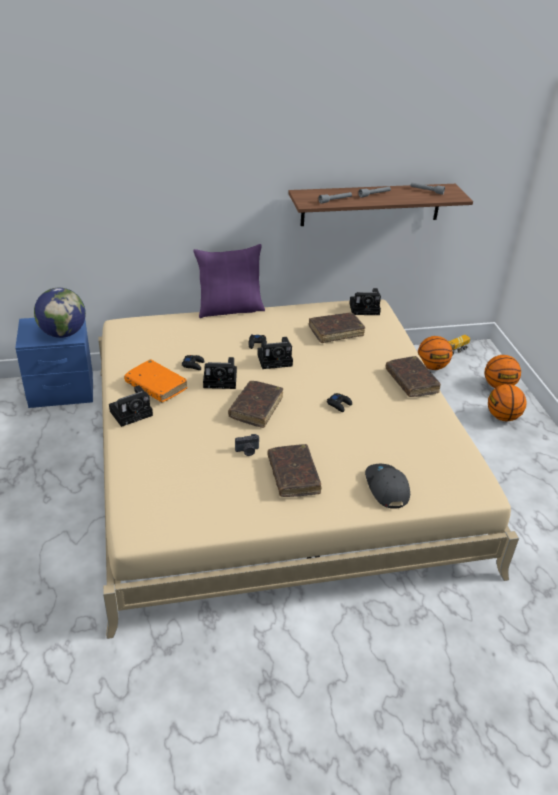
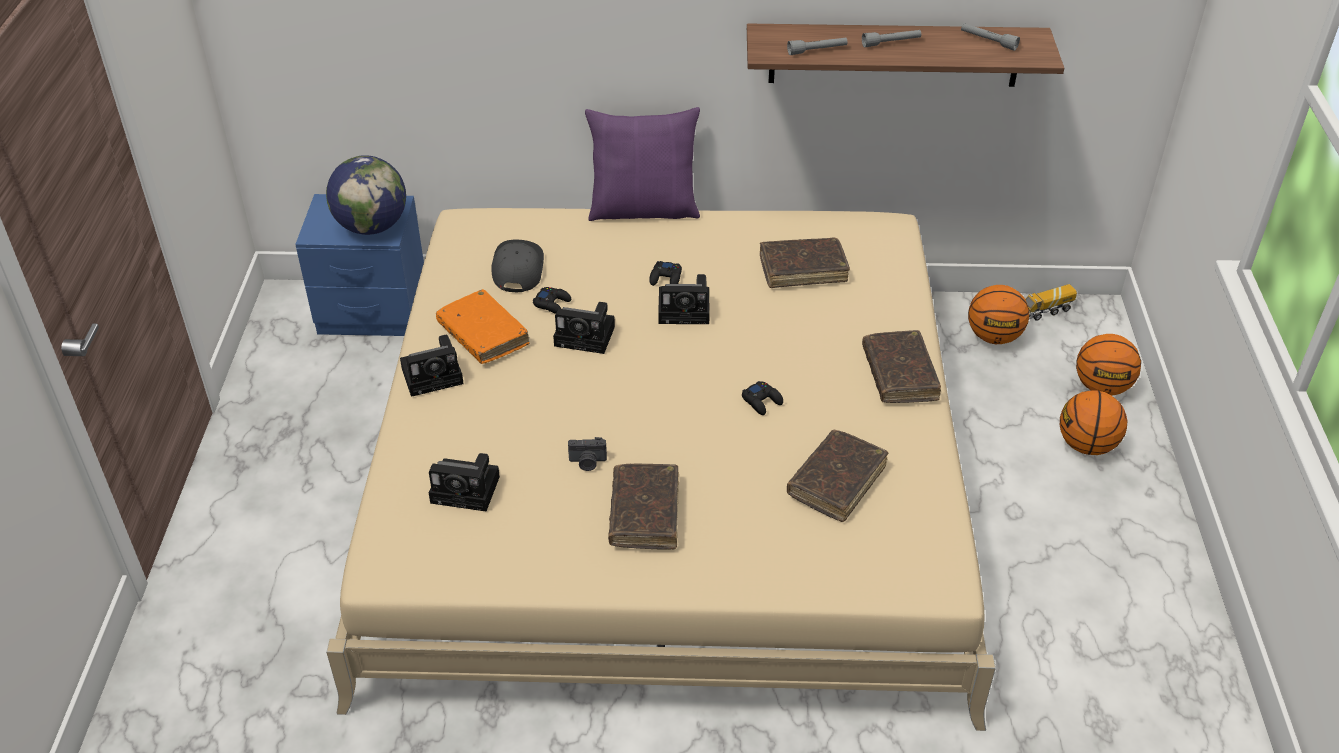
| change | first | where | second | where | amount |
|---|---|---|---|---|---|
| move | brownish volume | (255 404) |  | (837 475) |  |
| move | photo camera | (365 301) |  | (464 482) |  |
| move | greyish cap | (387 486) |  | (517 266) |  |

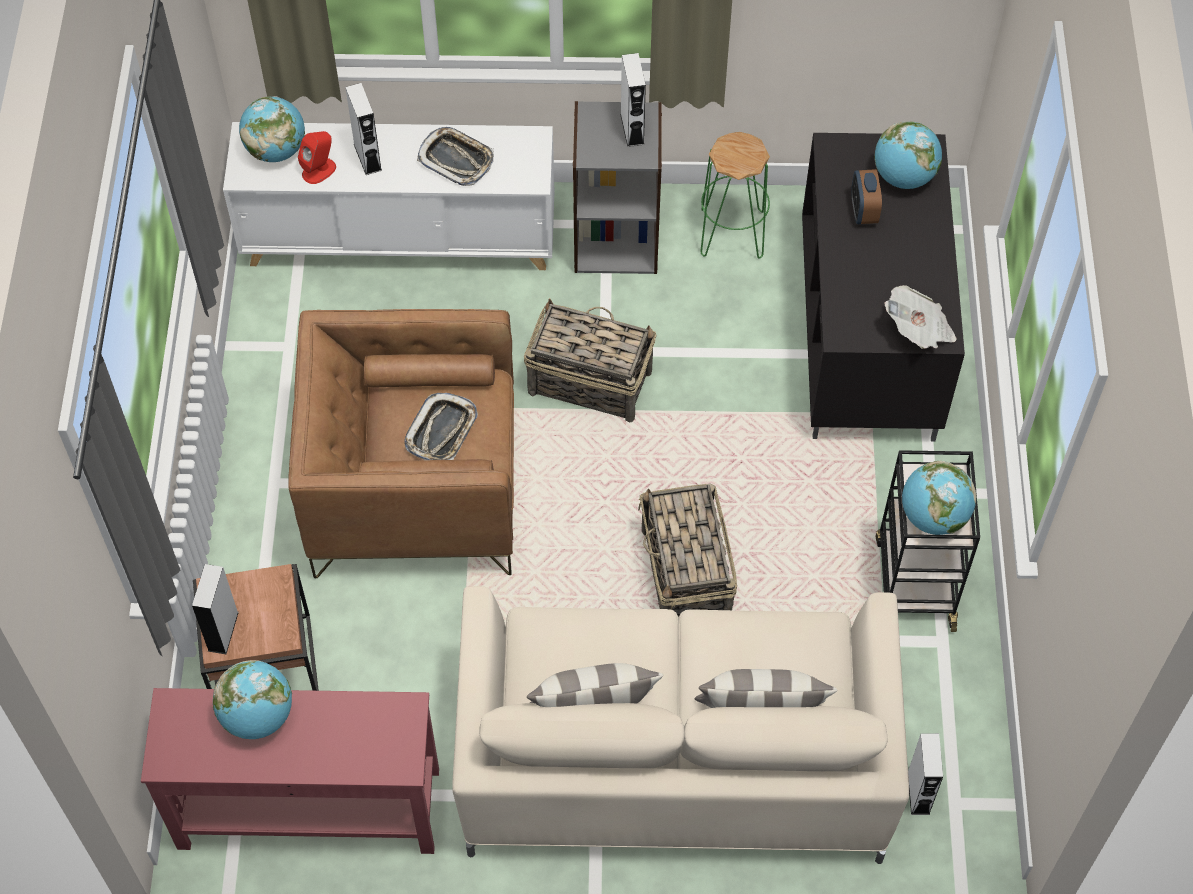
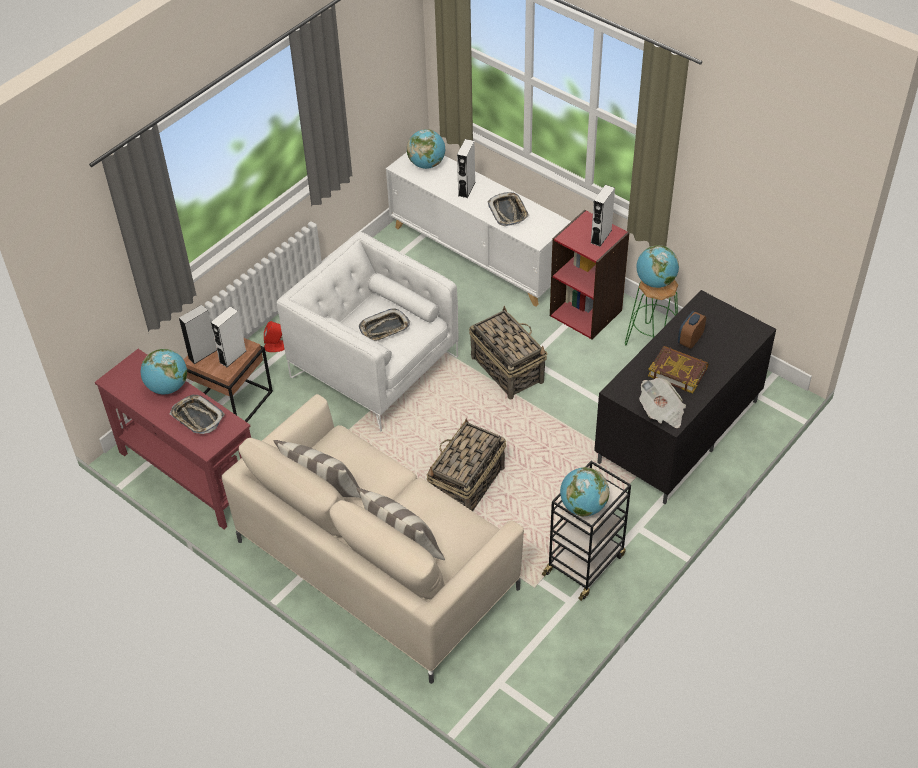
| change | first | where | second | where | amount |
|---|---|---|---|---|---|
| recolor | brownish easy chair | (401 443) | white easy chair | (367 331) |  |
| move | red-coloured loudspeaker | (317 157) |  | (274 336) |  |
| recolor | greyish bookcase | (617 187) | red-coloured bookcase | (589 274) |  |
| move | desk globe | (908 155) |  | (657 266) |  |
| move | white loudspeaker | (925 774) |  | (228 336) |  |
| insert |  |  | carrying tray | (197 414) |  |
| insert |  |  | volume | (678 369) |  |

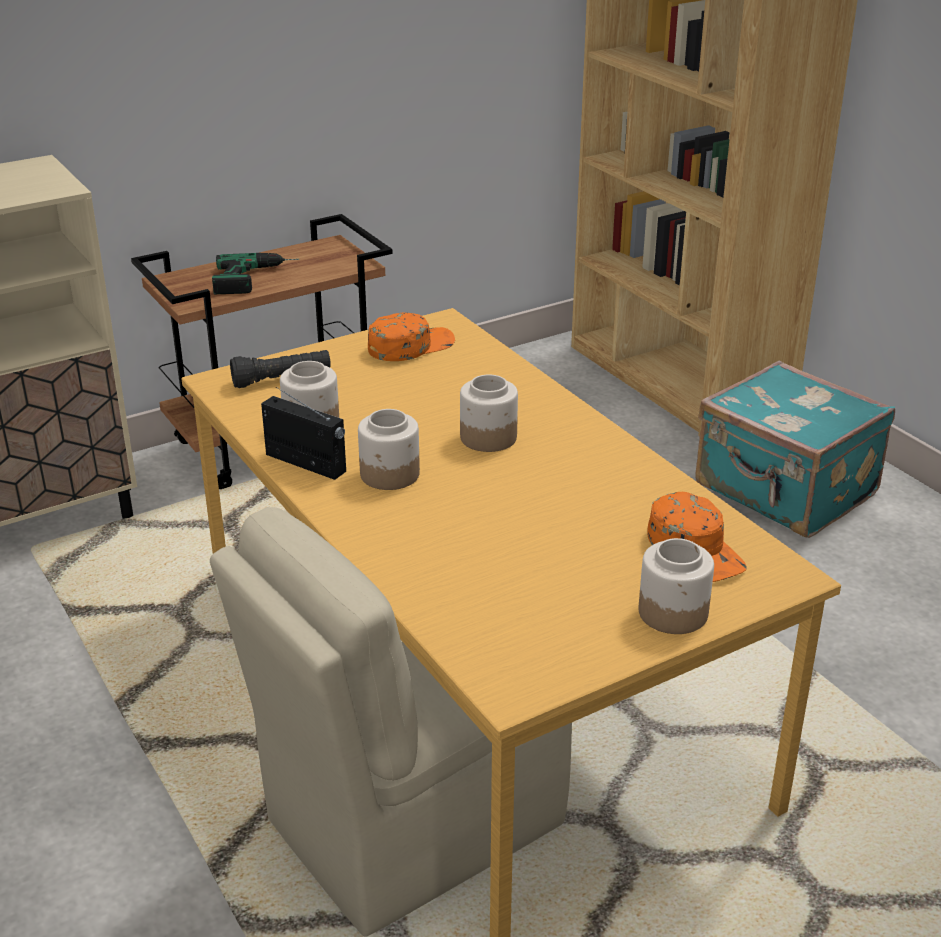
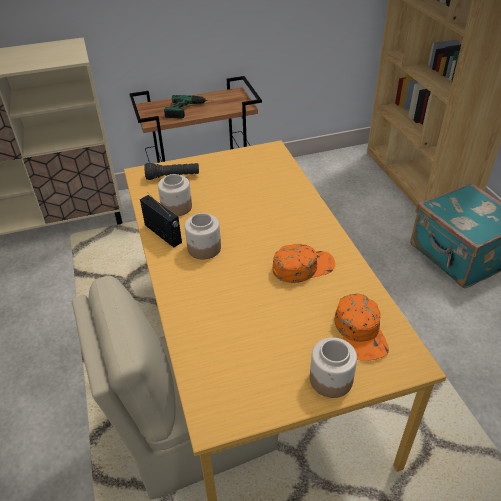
| change | first | where | second | where | amount |
|---|---|---|---|---|---|
| move | orangey cap | (411 336) |  | (303 263) |  |
| delete | jar | (489 413) |  |  |  |

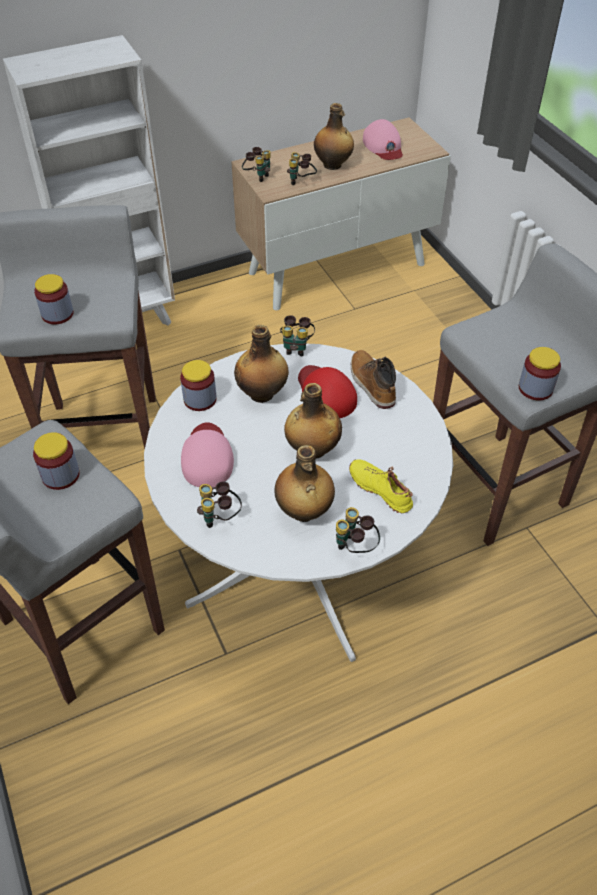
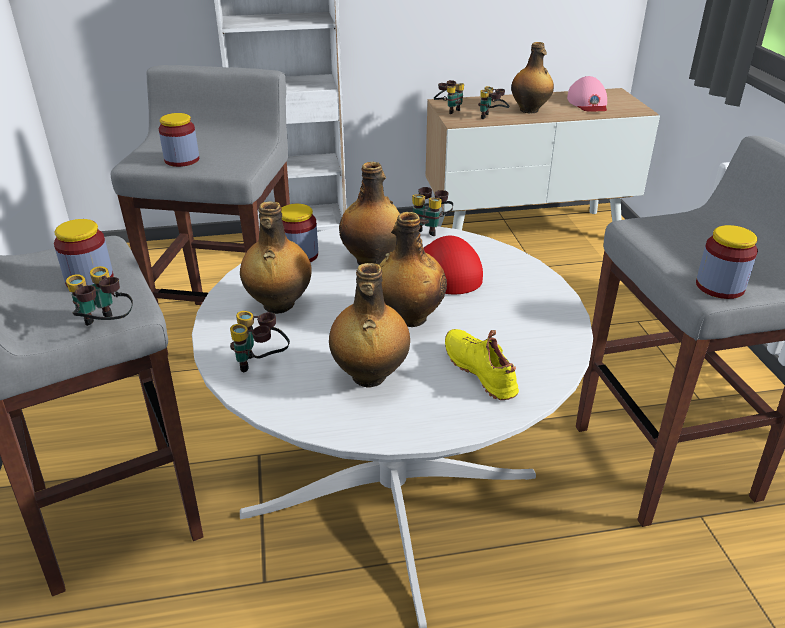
| change | first | where | second | where | amount |
|---|---|---|---|---|---|
| replace | pinkish cap | (207 454) | bottle | (276 257) |  |
| move | pair of binoculars | (358 530) |  | (99 296) |  |
| delete | high-top boot | (373 379) |  |  |  |

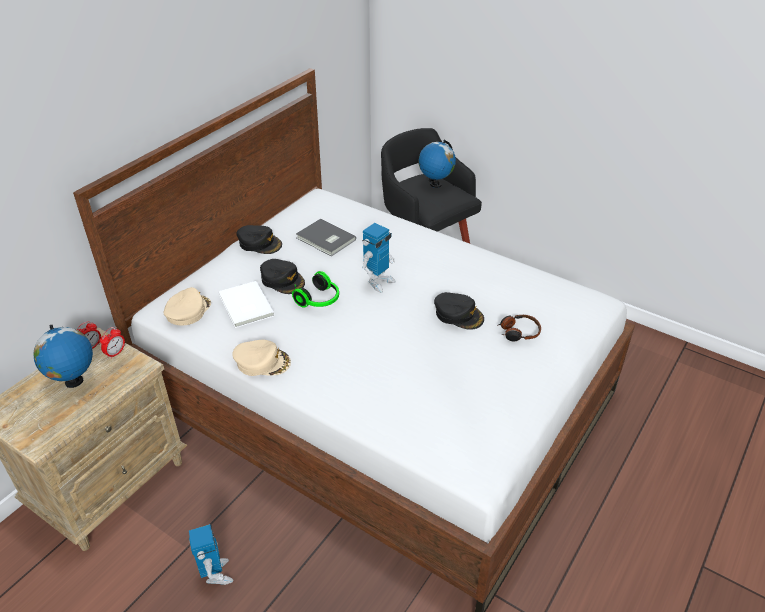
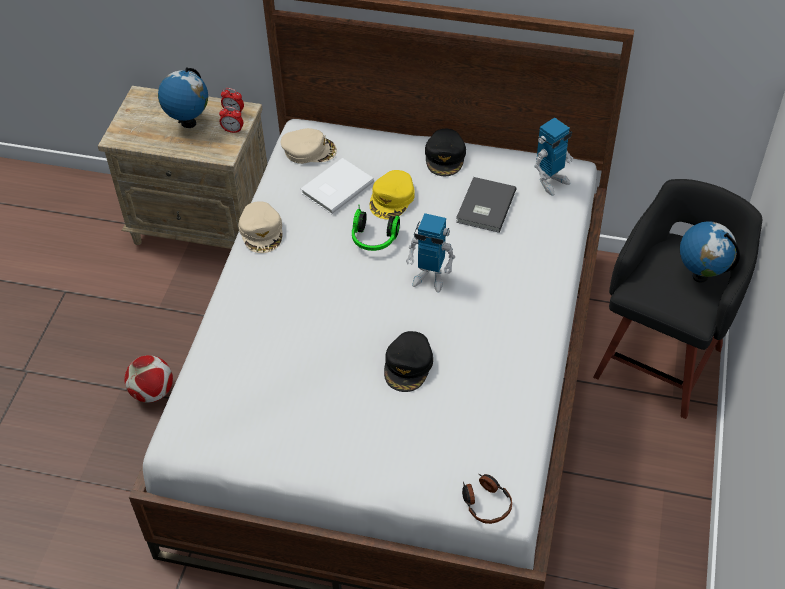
| change | first | where | second | where | amount |
|---|---|---|---|---|---|
| move | toy robot | (211 554) |  | (553 156) |  |
| recolor | black-coloured cap | (282 276) | yellow-coloured cap | (392 194) |  |
| move | pair of headphones | (519 328) |  | (487 499) |  |
| insert |  |  | football | (149 379) |  |

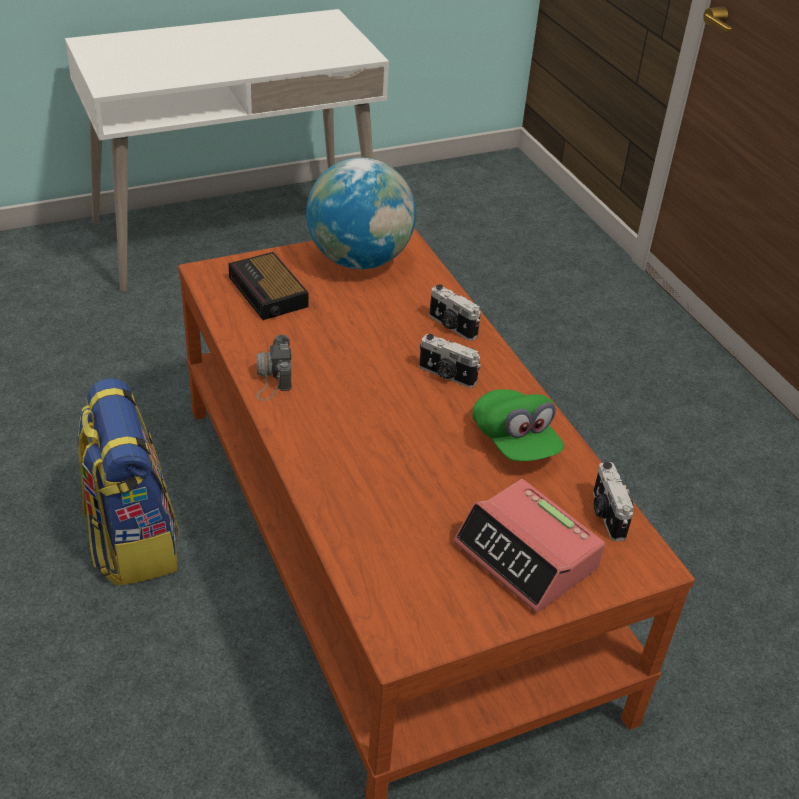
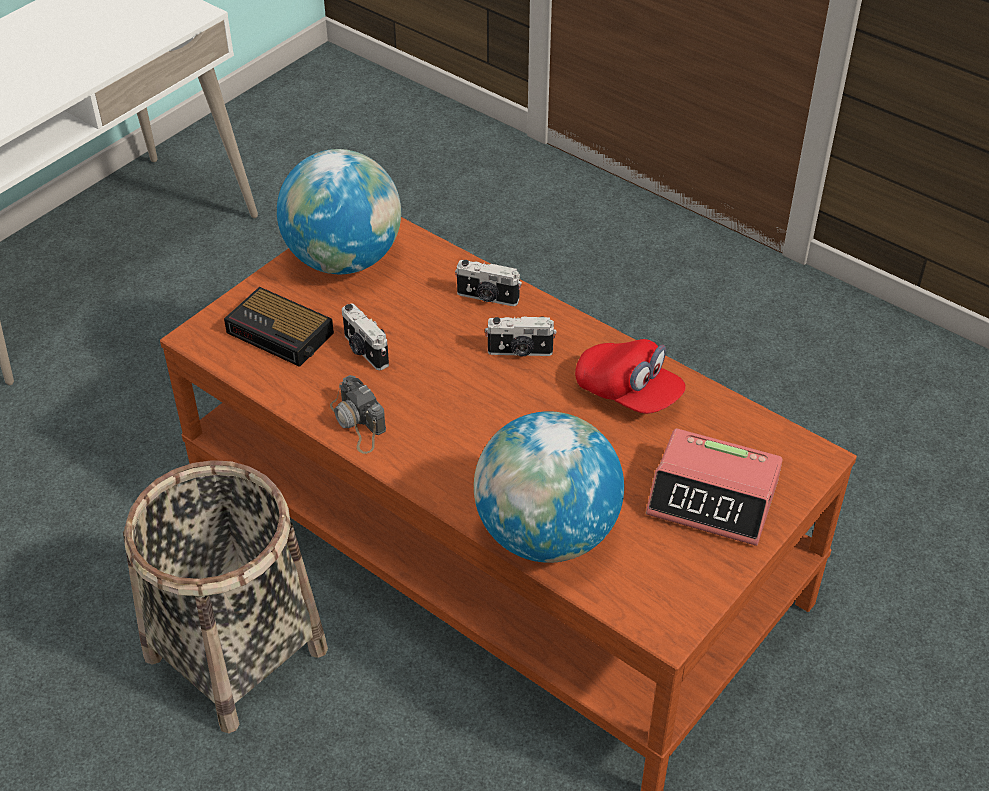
| change | first | where | second | where | amount |
|---|---|---|---|---|---|
| replace | rucksack | (128 482) | storage basket | (225 596) |  |
| recolor | green-coloured cap | (518 425) | red-coloured cap | (630 376) |  |
| move | photo camera | (613 501) |  | (365 336) |  |
| insert |  |  | desk globe | (549 487) |  |

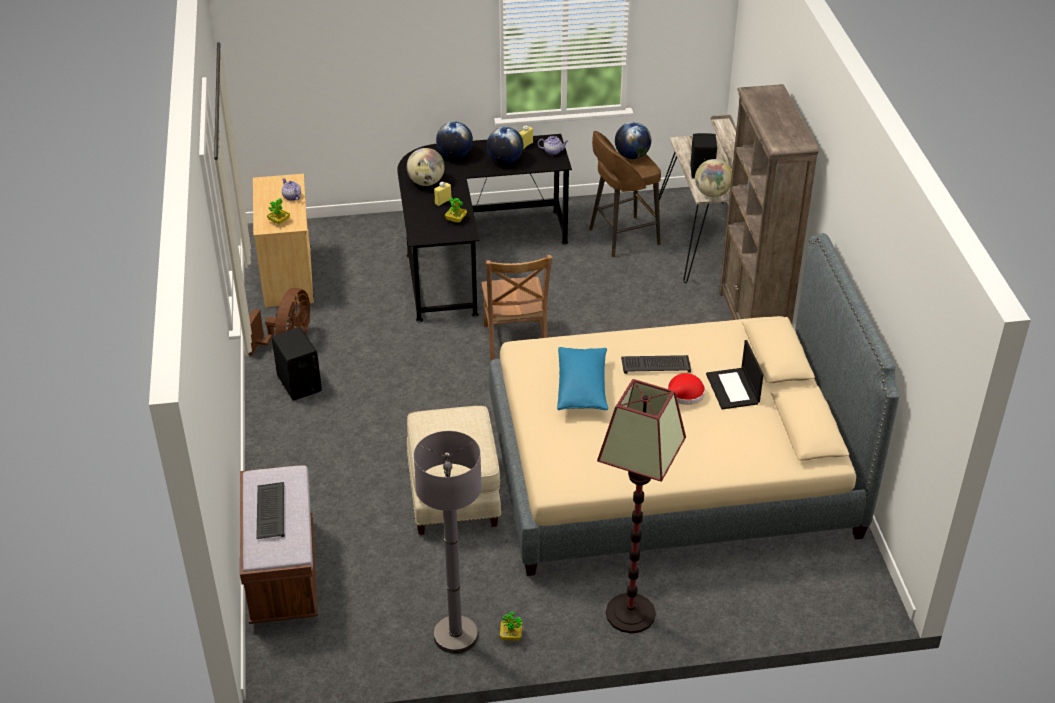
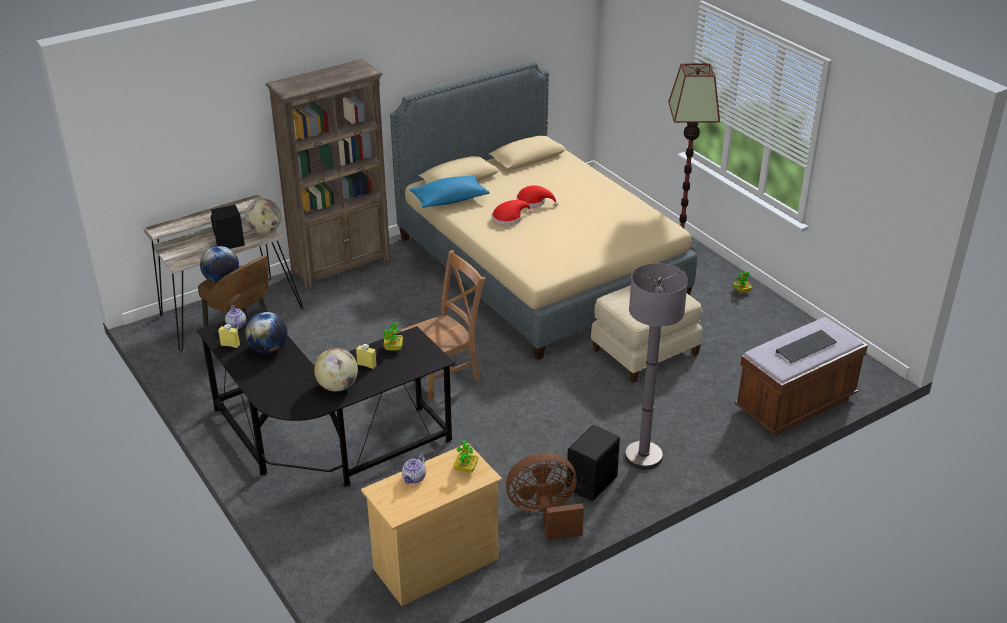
| change | first | where | second | where | amount |
|---|---|---|---|---|---|
| move | greyish standard lamp | (448 542) |  | (656 366) |  |
| delete | desk globe | (454 140) |  |  |  |
| move | blue throw pillow | (582 378) |  | (449 191) |  |
| replace | PC keyboard | (656 364) | red-coloured wearable hat | (512 213) |  |
| delete | laptop | (735 374) |  |  |  |

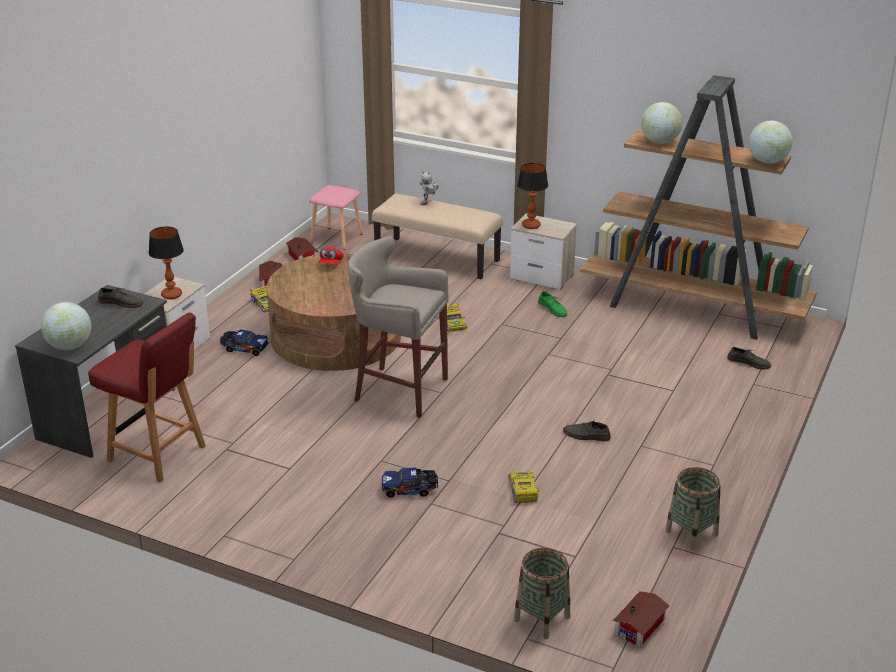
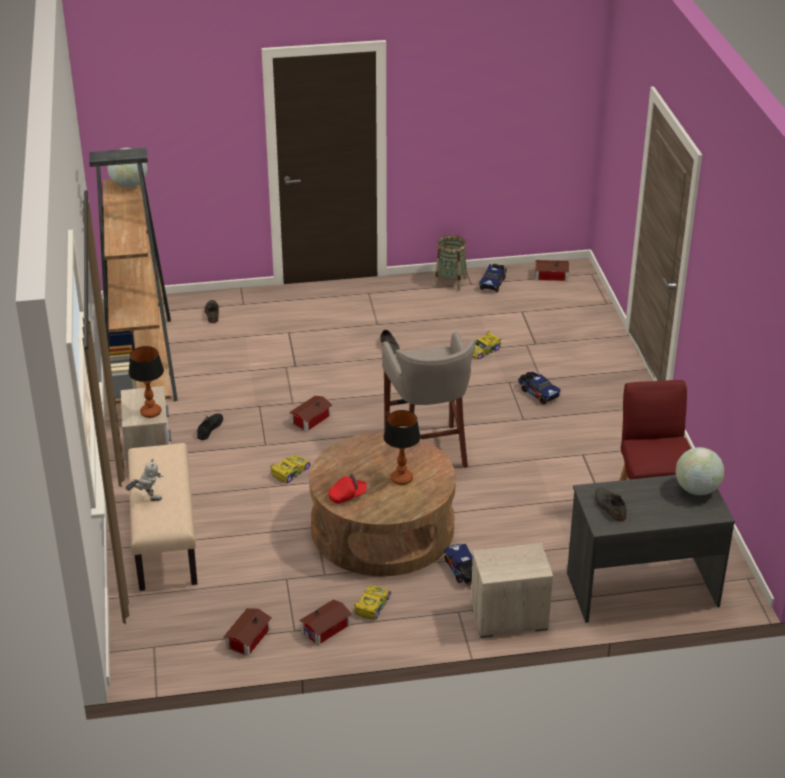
| change | first | where | second | where | amount |
|---|---|---|---|---|---|
| move | table lamp | (166 262) |  | (402 447) |  |
| delete | pinkish stool | (336 217) |  |  |  |
| delete | storage basket | (542 593) |  |  |  |
| recolor | green-coloured item of footwear | (552 304) | black-coloured item of footwear | (210 426) |  |
| delete | desk globe | (661 123) |  |  |  |
| insert |  |  | model house | (310 414) |  |
| insert |  |  | model truck | (493 278) |  |

